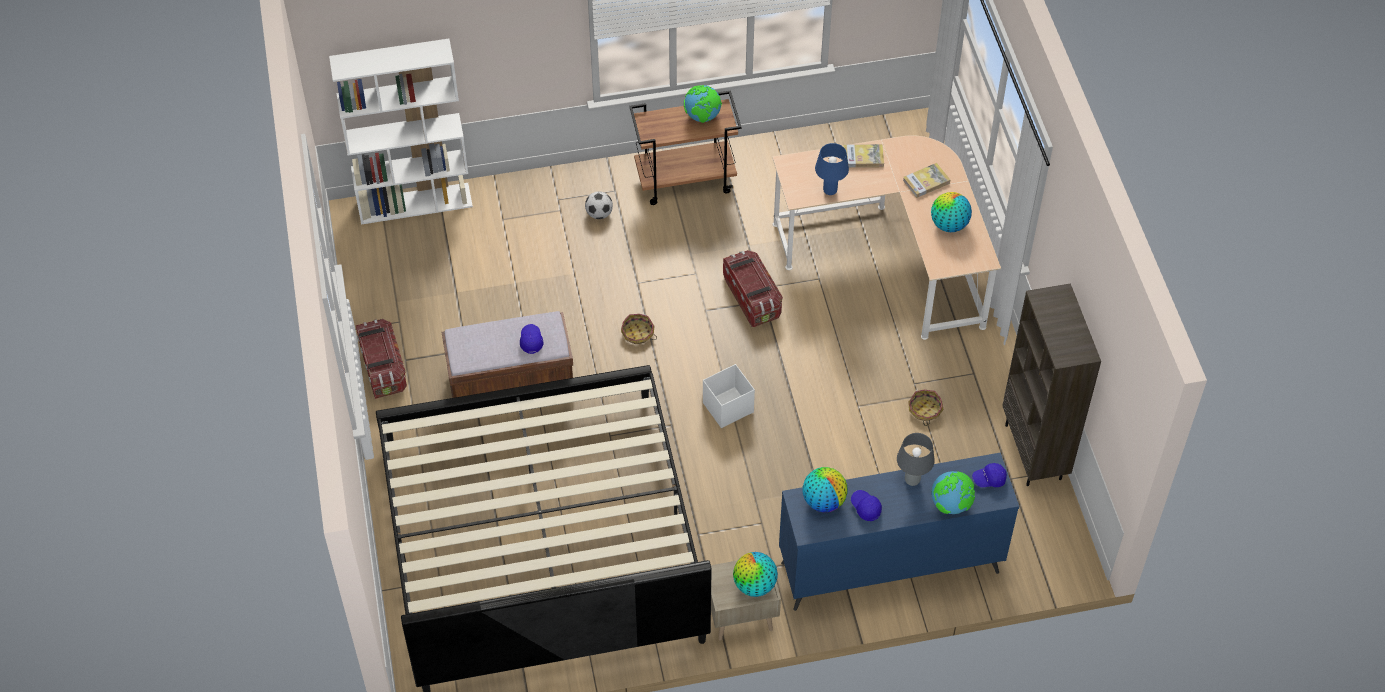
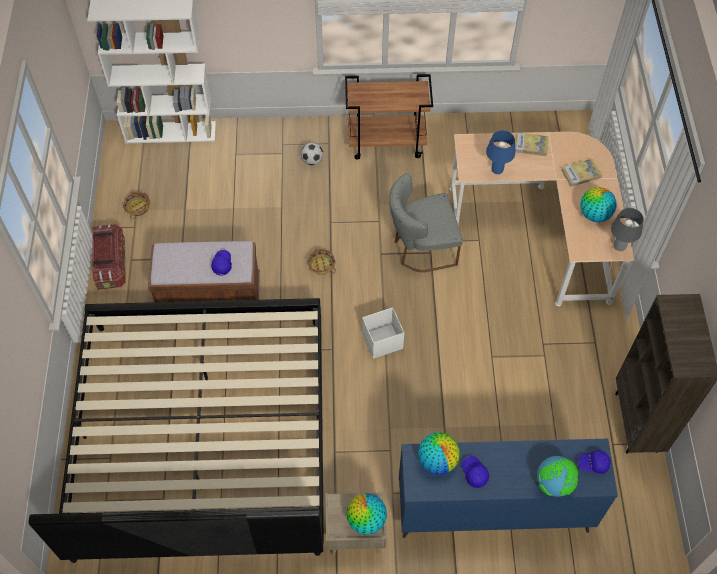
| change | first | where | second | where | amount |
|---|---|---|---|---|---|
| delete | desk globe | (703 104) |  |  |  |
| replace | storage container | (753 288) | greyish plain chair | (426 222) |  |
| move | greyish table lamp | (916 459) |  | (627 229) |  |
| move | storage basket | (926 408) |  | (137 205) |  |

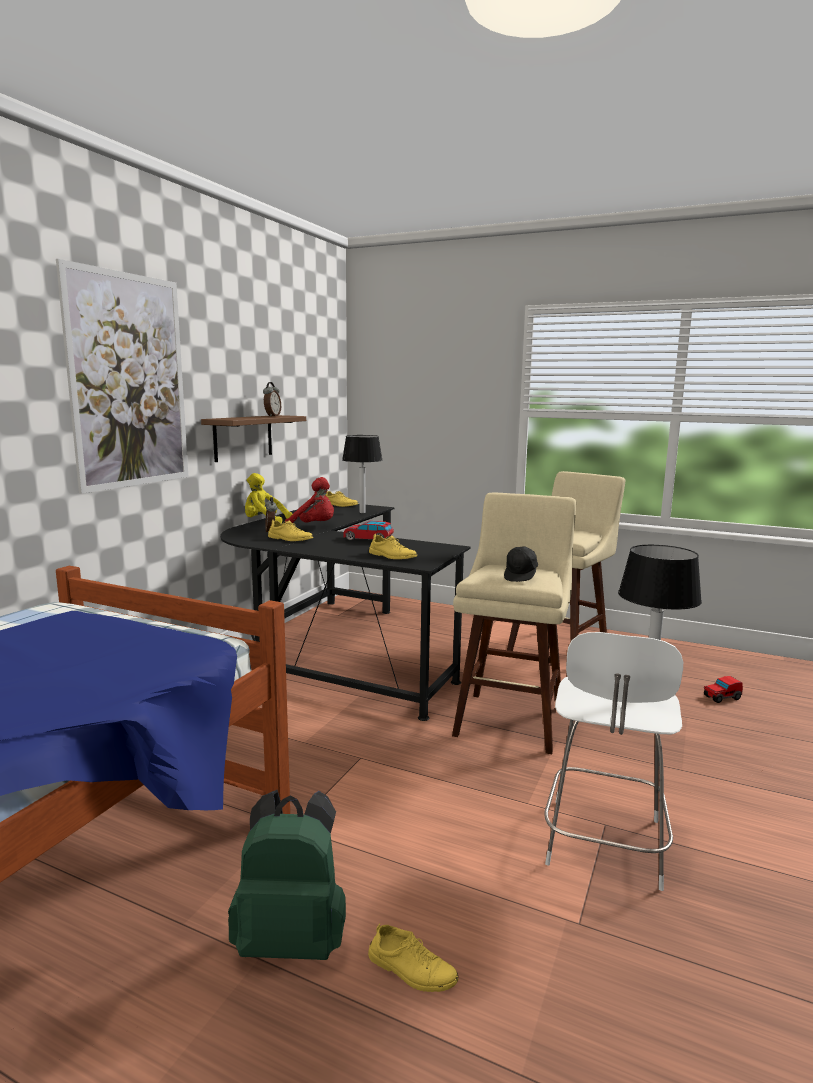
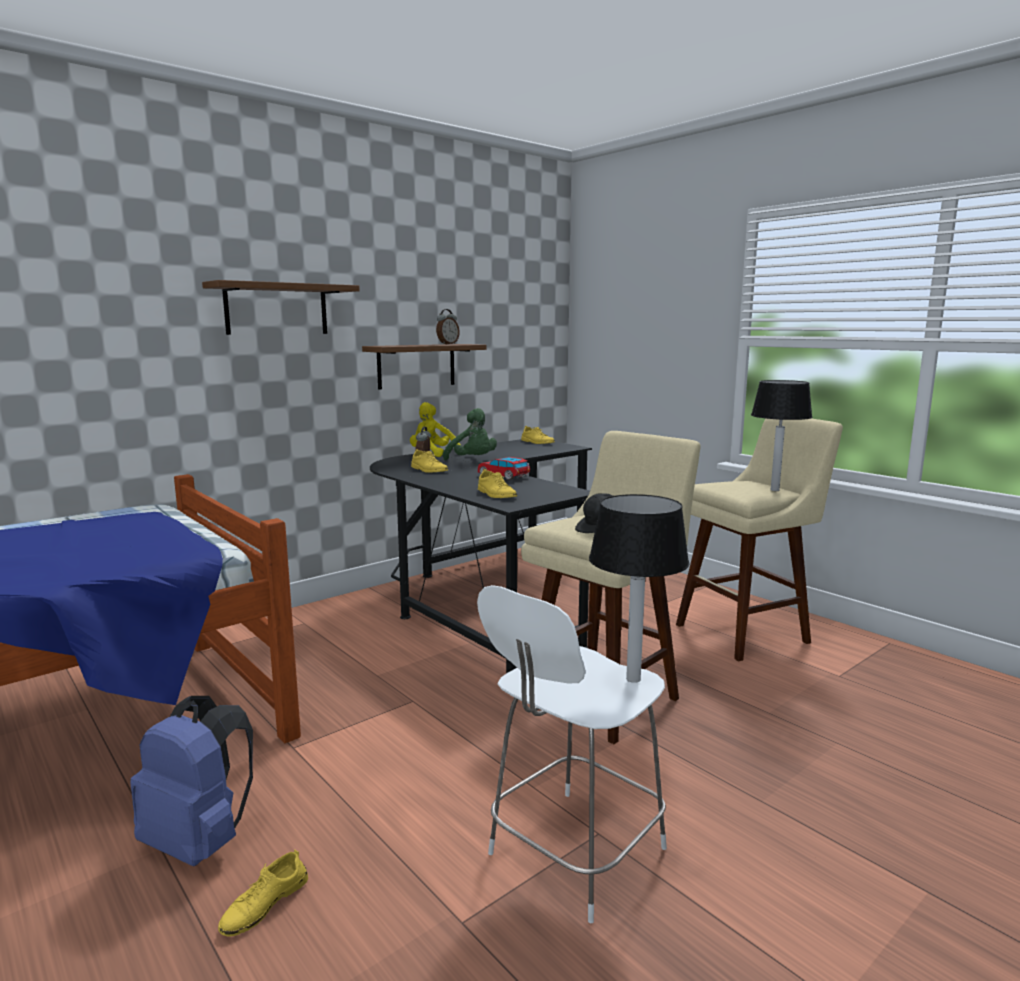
| change | first | where | second | where | amount |
|---|---|---|---|---|---|
| replace | picture | (122 376) | brownish wall shelf | (281 307) |  |
| recolor | green-coloured rucksack | (287 875) | blue rucksack | (191 781) |  |
| recolor | red-coloured plush toy | (309 500) | green-coloured plush toy | (470 434) |  |
| move | table lamp | (362 474) |  | (782 435) |  |
| rotate | yellow-coloured item of footwear | (413 958) |  | (263 893) | 75 degrees clockwise |
| delete | toy car | (723 689) |  |  |  |

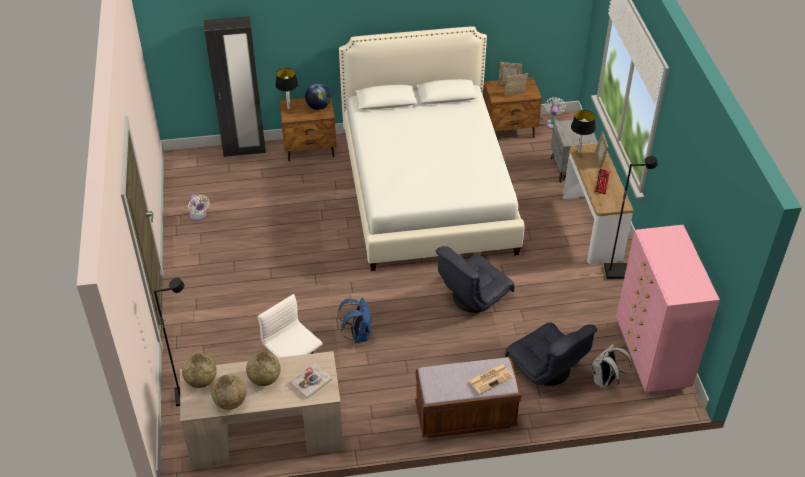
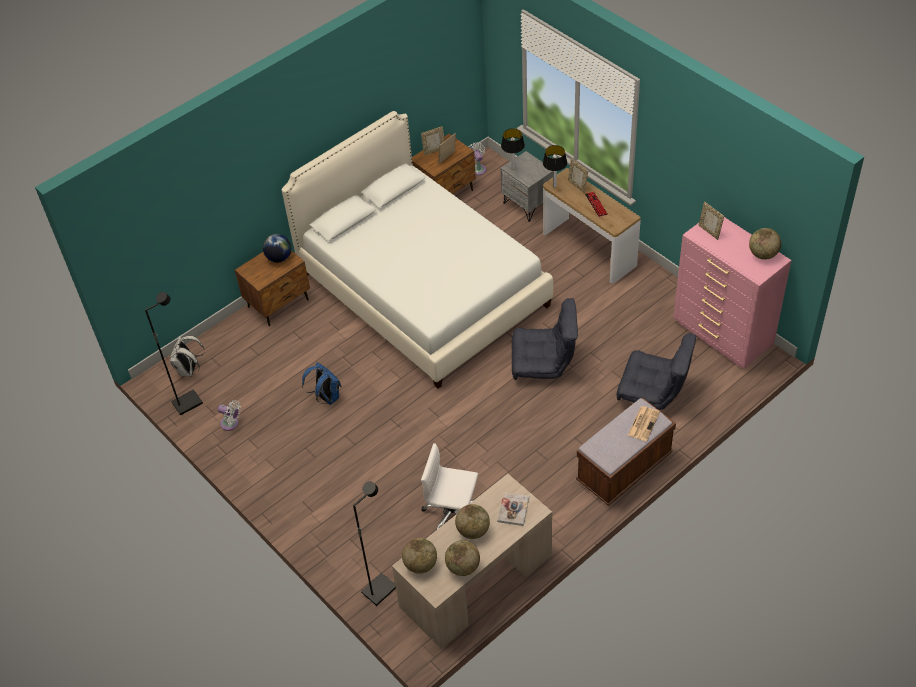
| change | first | where | second | where | amount |
|---|---|---|---|---|---|
| delete | black-coloured wardrobe | (235 86) |  |  |  |
| move | table lamp | (286 89) |  | (513 149) |  |
| move | blue rucksack | (355 320) |  | (322 383) |  |
| rotate | greyish easy chair | (475 279) |  | (545 339) | 105 degrees counterclockwise |
| move | white rucksack | (612 366) |  | (187 356) |  |
| move | black-coloured standard lamp | (631 217) |  | (174 353) |  |
| insert |  |  | standing frame | (711 221) |  |
| insert |  |  | desk globe | (765 244) |  |

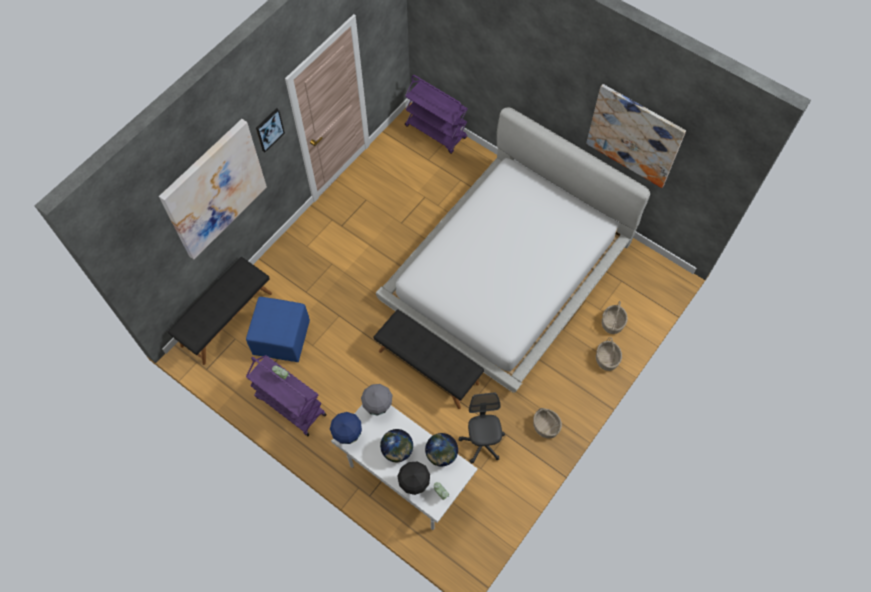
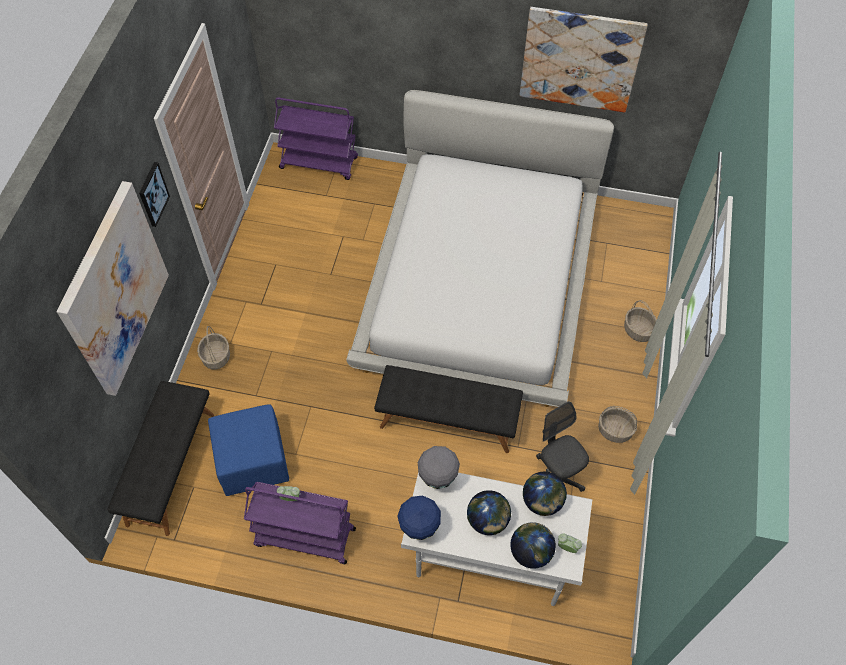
| change | first | where | second | where | amount |
|---|---|---|---|---|---|
| replace | black-coloured table lamp | (413 478) | desk globe | (533 545) |  |
| move | storage basket | (615 317) |  | (213 348) |  |

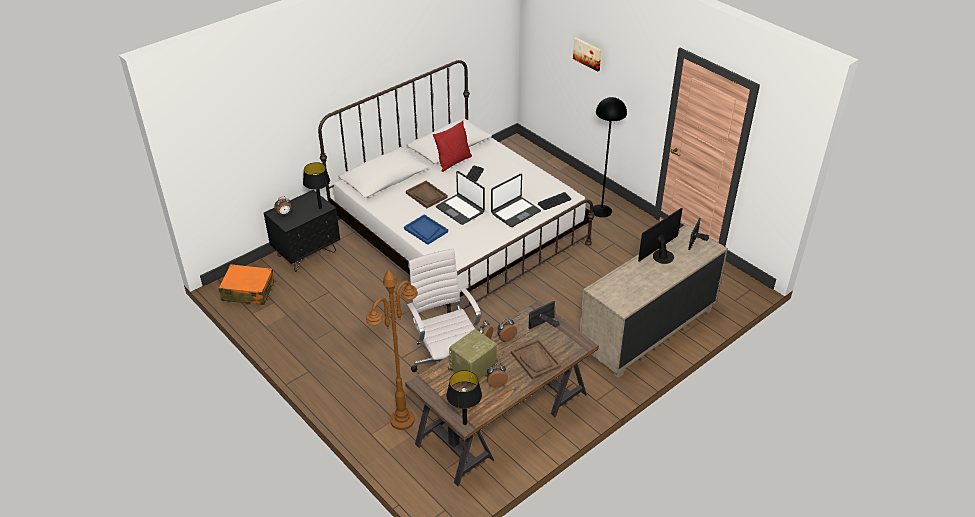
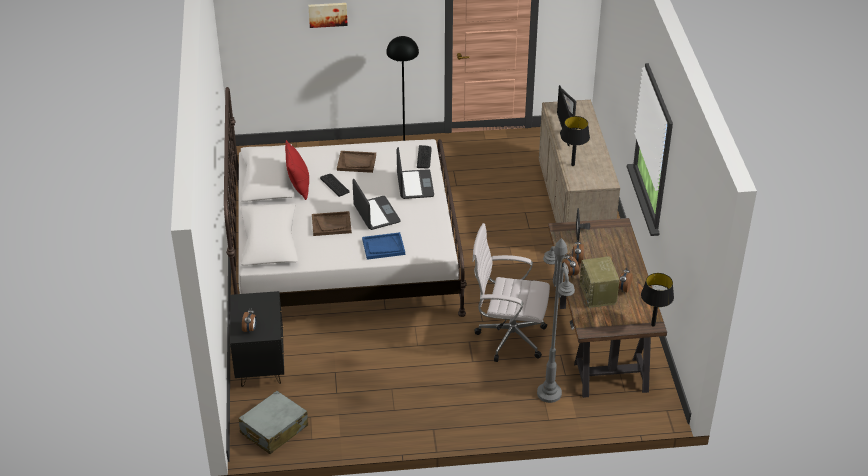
| change | first | where | second | where | amount |
|---|---|---|---|---|---|
| recolor | orangey piece of luggage | (246 284) | greyish piece of luggage | (273 422) |  |
| move | black-coloured table lamp | (316 185) |  | (575 141) |  |
| recolor | brownish standard lamp | (392 350) | greyish standard lamp | (556 320) |  |
| rotate | laptop | (460 198) |  | (376 204) | 105 degrees counterclockwise |
| move | brownish carrying tray | (536 359) |  | (356 162) |  |

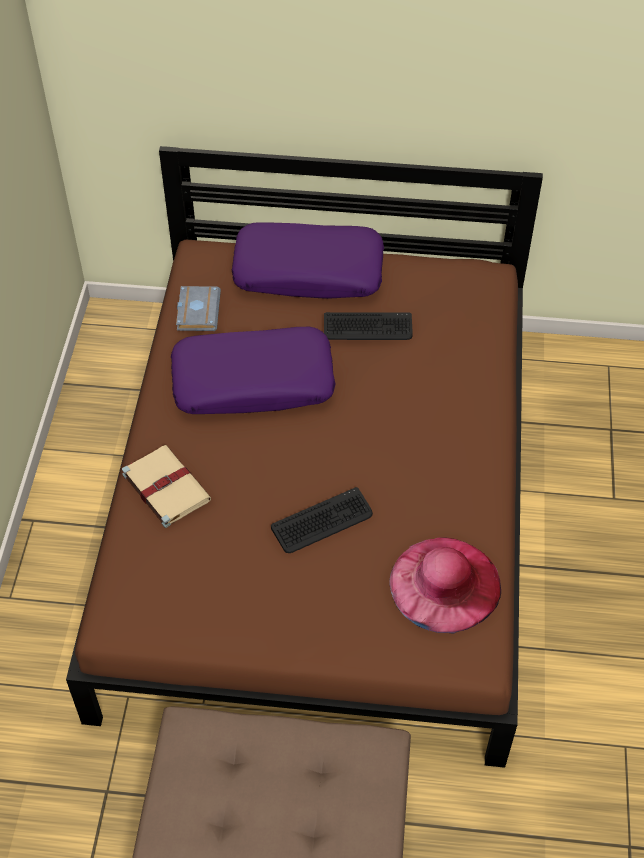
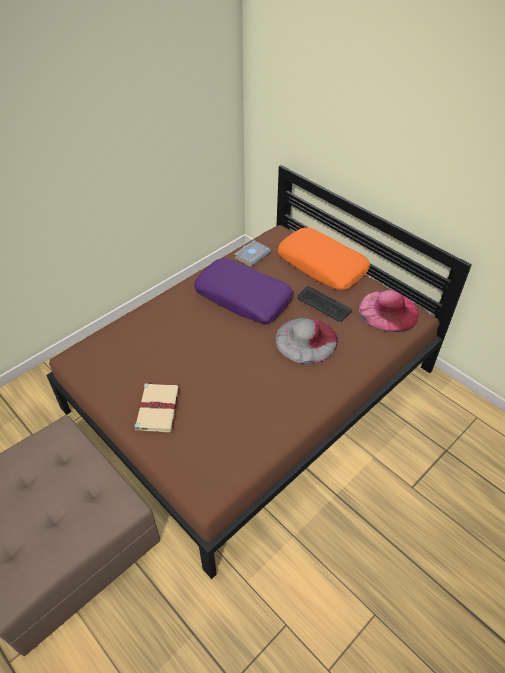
| change | first | where | second | where | amount |
|---|---|---|---|---|---|
| move | beige-coloured volume | (166 486) |  | (156 407) |  |
| recolor | purplish throw pillow | (308 260) | orangey throw pillow | (324 259) |  |
| delete | PC keyboard | (322 520) |  |  |  |
| move | pinkish wearable hat | (445 585) |  | (389 311) |  |
| insert |  |  | greyish wearable hat | (307 341) |  |

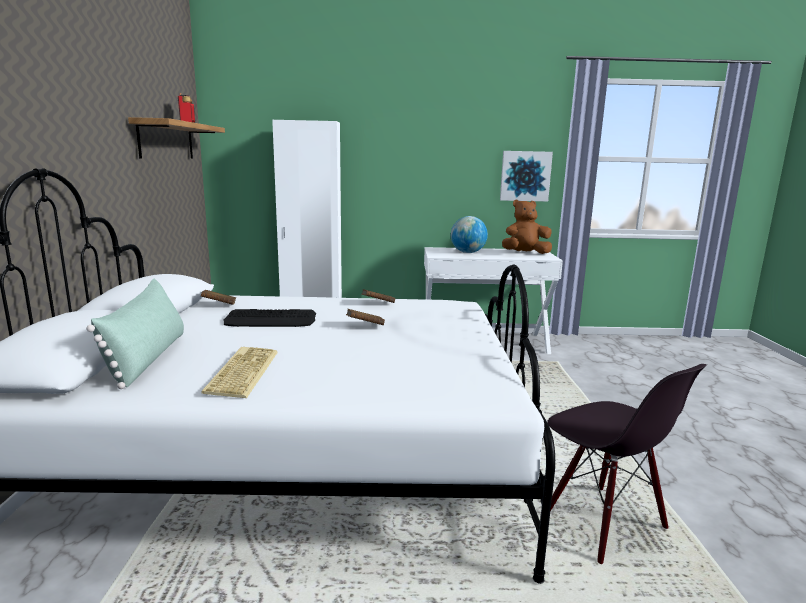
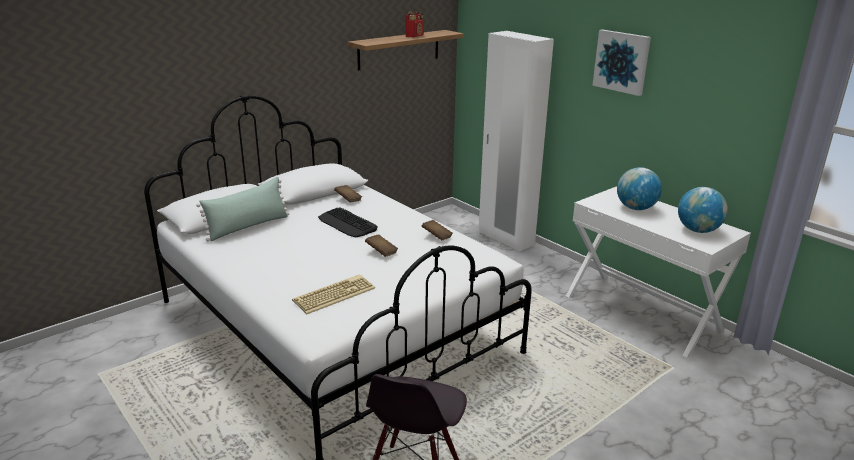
| change | first | where | second | where | amount |
|---|---|---|---|---|---|
| move | PC keyboard | (240 372) |  | (333 294) |  |
| move | picture | (526 176) |  | (621 63) |  |
| replace | brownish plush toy | (527 226) | desk globe | (703 210) |  |

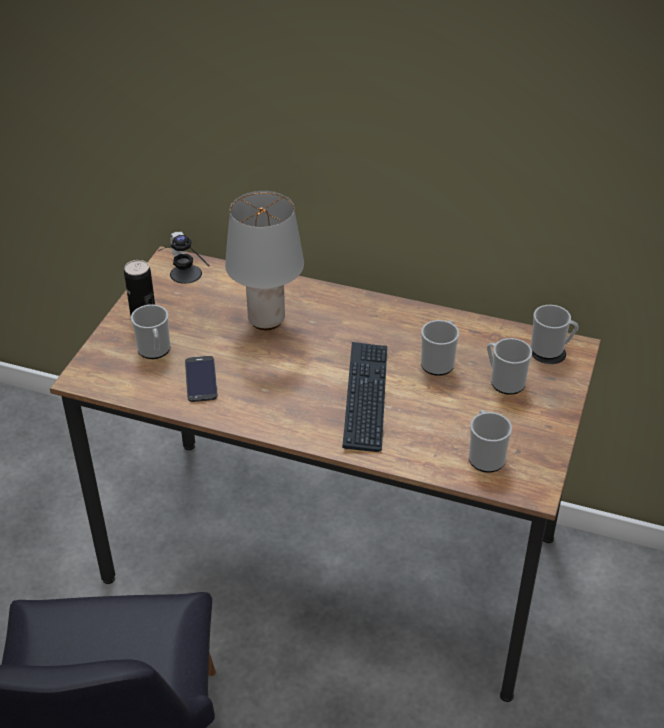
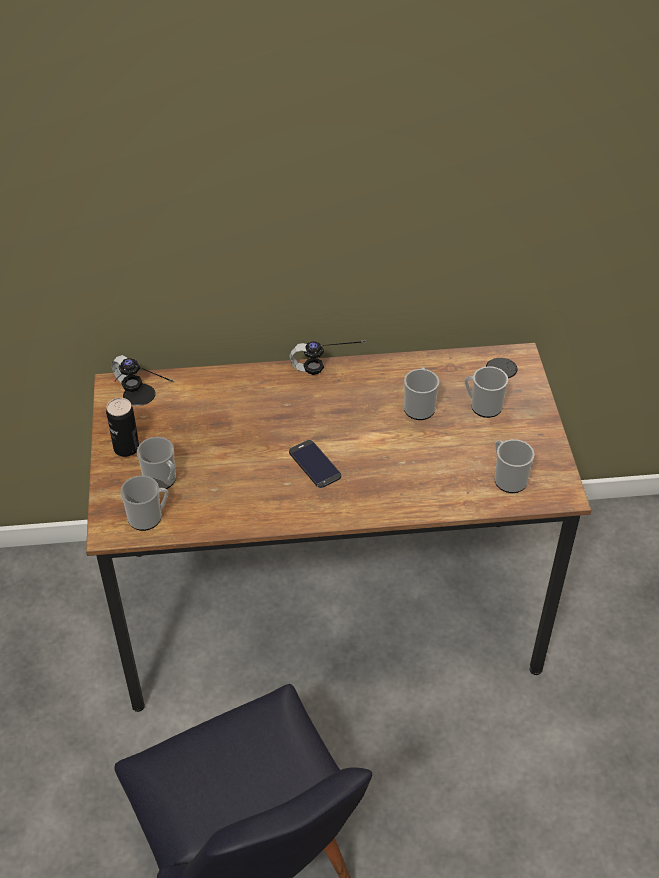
| change | first | where | second | where | amount |
|---|---|---|---|---|---|
| move | telephone | (201 379) |  | (315 464) |  |
| delete | greyish table lamp | (264 260) |  |  |  |
| delete | PC keyboard | (364 397) |  |  |  |
| move | mug | (555 332) |  | (144 503) |  |
| insert |  |  | pair of headphones | (327 357) |  |

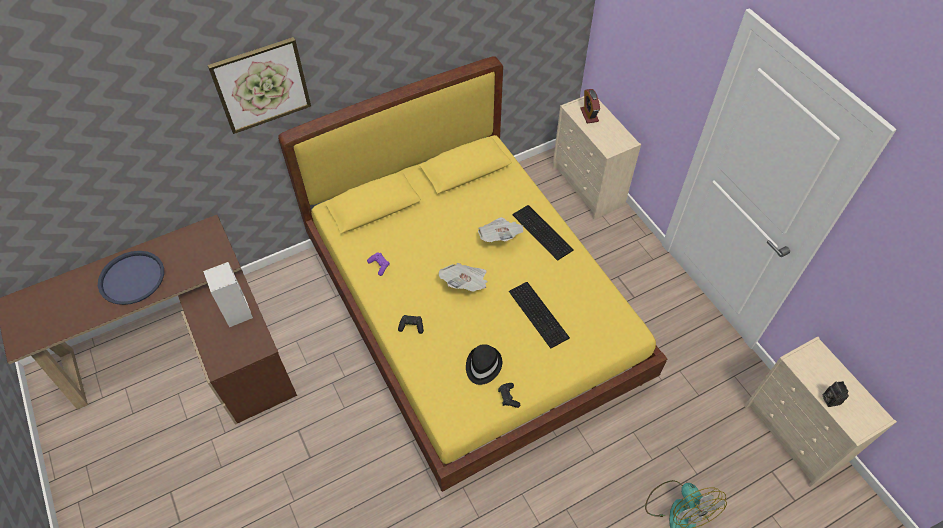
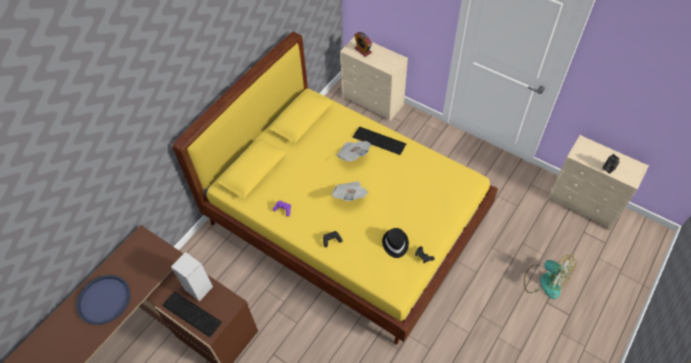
| change | first | where | second | where | amount |
|---|---|---|---|---|---|
| delete | picture | (259 85) |  |  |  |
| move | PC keyboard | (539 315) |  | (192 314) |  |

